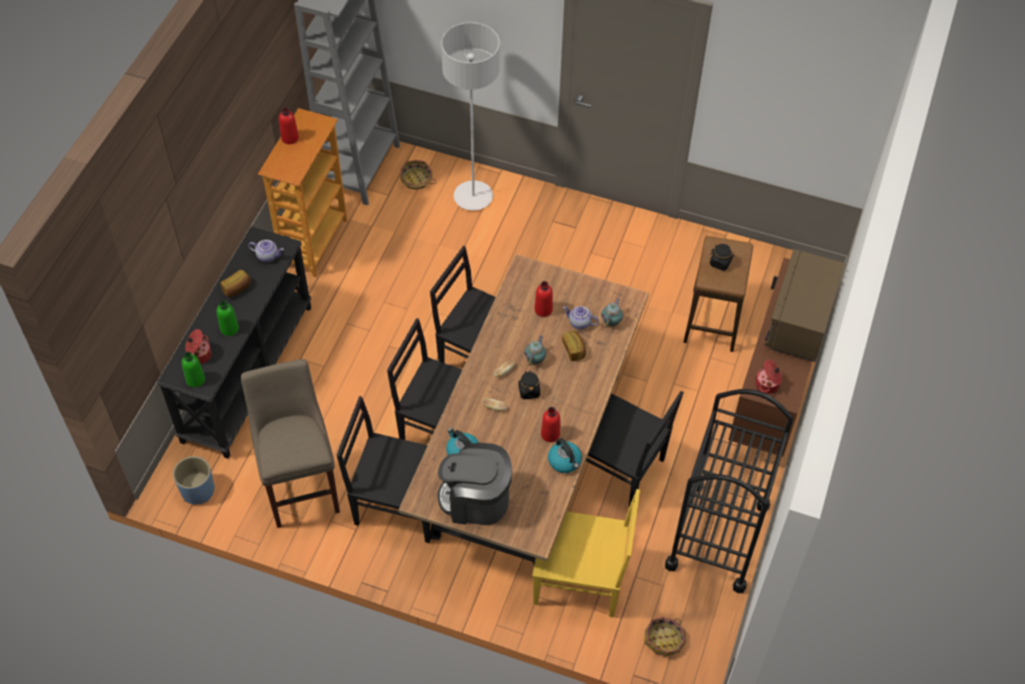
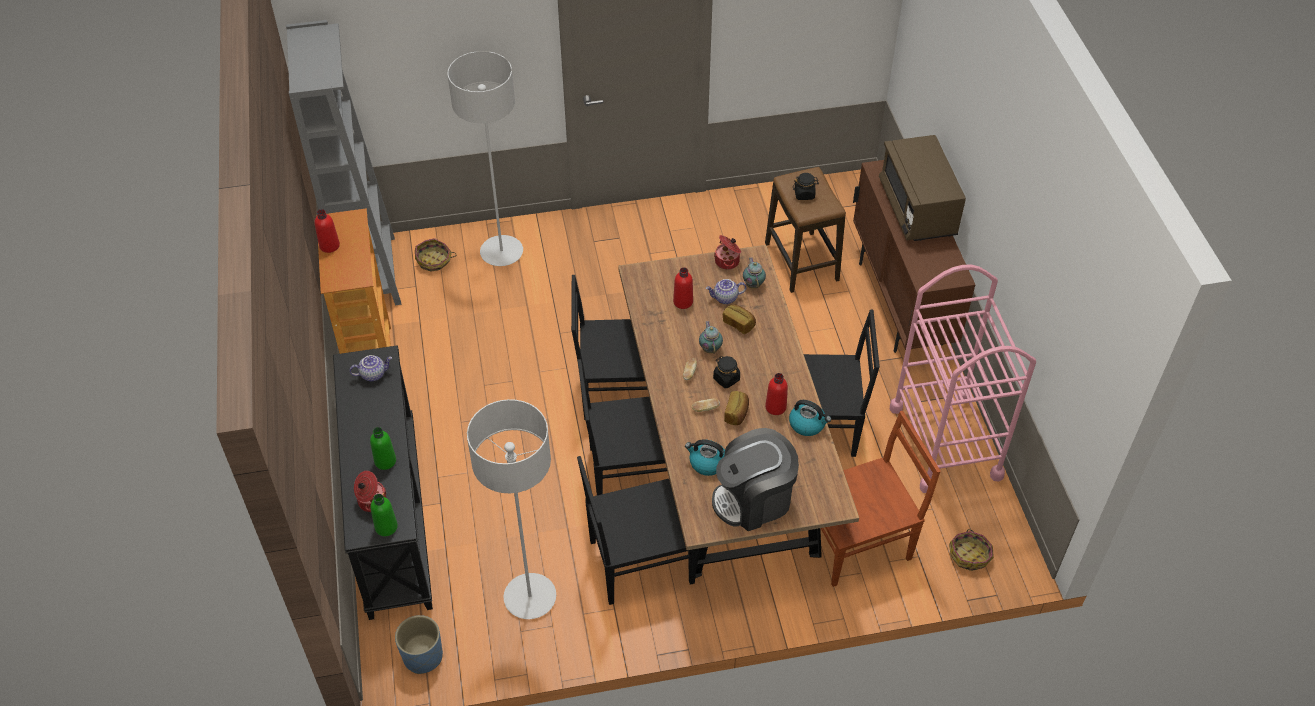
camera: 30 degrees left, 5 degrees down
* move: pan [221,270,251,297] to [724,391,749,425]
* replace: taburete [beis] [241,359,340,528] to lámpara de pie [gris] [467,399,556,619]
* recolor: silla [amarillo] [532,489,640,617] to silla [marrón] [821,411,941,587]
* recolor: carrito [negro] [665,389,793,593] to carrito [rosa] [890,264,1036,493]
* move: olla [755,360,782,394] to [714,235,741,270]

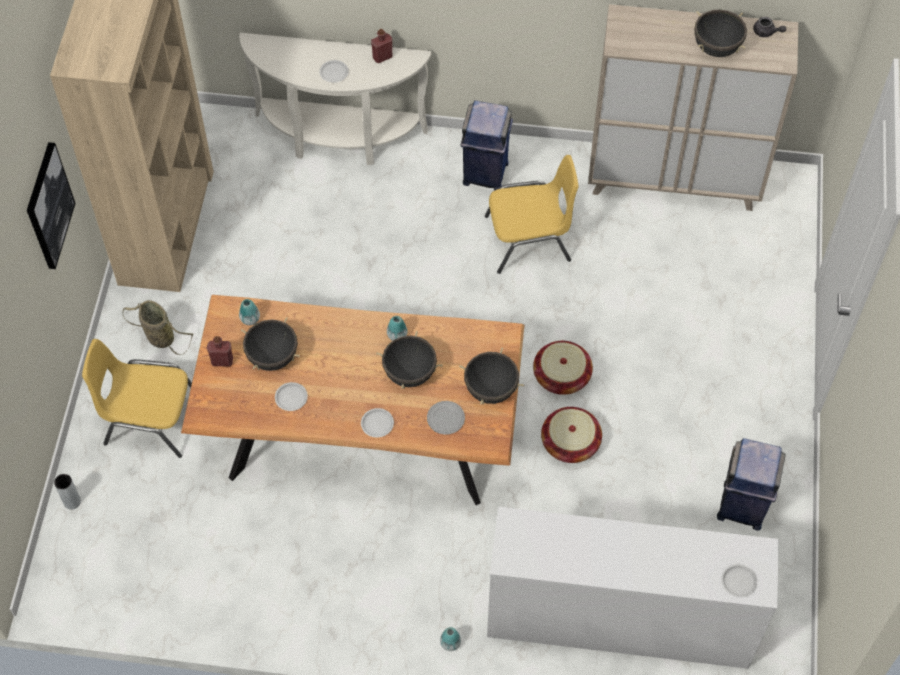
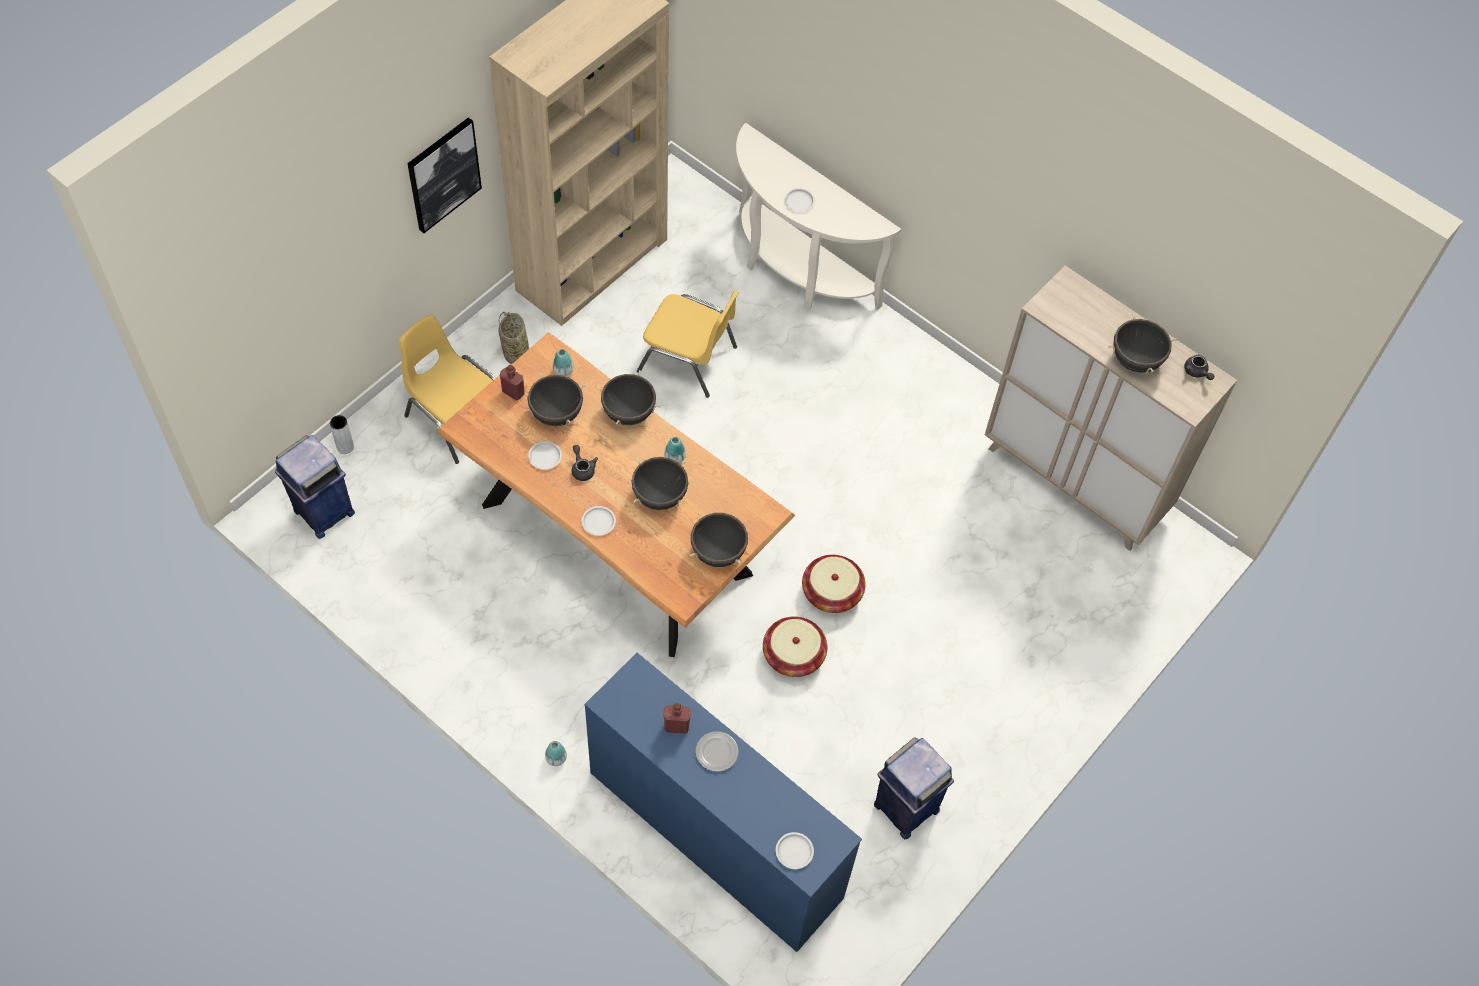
camera: 30 degrees right, 0 degrees up
* move: botella [rojo] [371,29,392,63] to [663,703,691,734]
* move: plato [427,401,465,435] to [696,731,738,772]
* move: papelera [azul] [460,101,513,191] to [275,435,355,539]
* move: silla [amarillo] [485,155,579,274] to [637,291,739,398]
* recolor: cómoda [blanco] [487,507,779,669] to cómoda [azul] [584,653,862,952]
* insert: tetera [gris] [571,445,598,481]
* insert: olla [negro] [596,370,661,426]

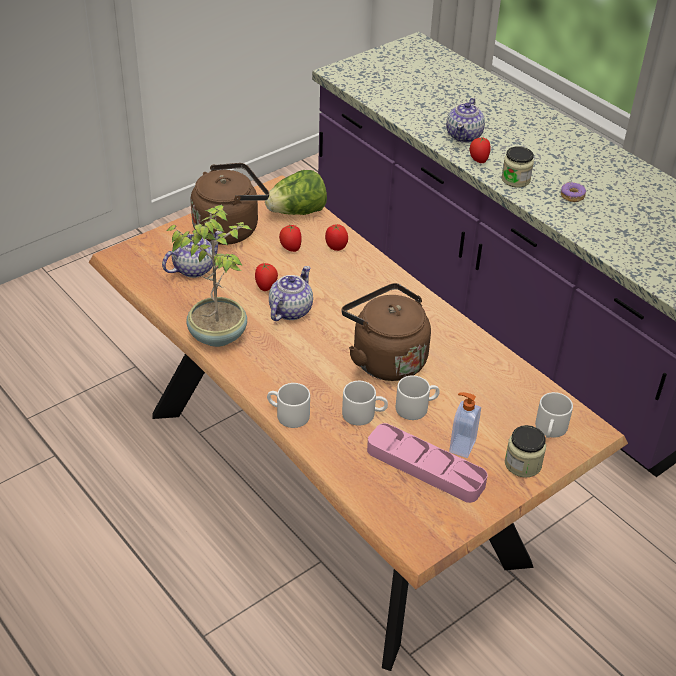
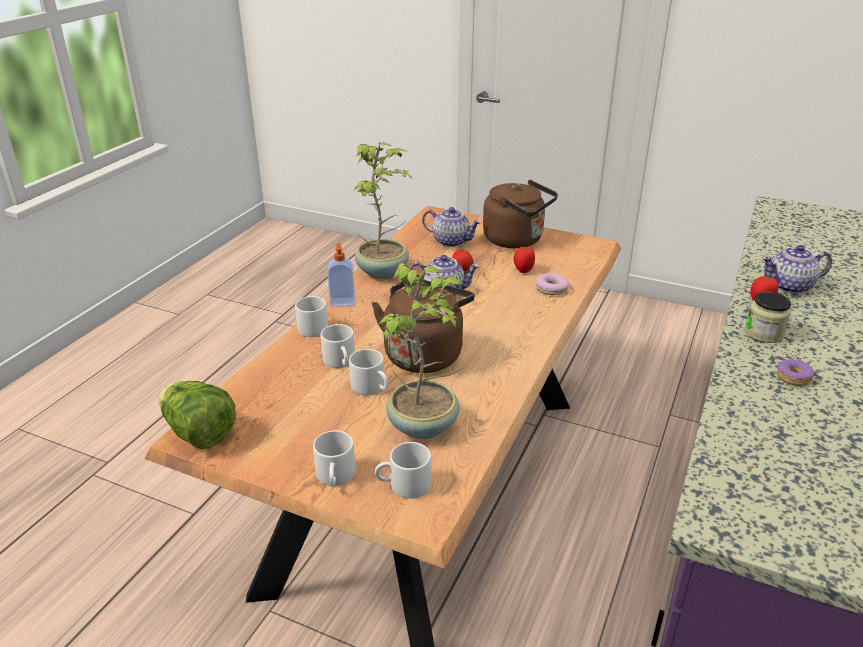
camera: 65 degrees right, 10 degrees down
* move: lechuga [265,170,327,215] to [158,381,236,449]
* replace: tomate [325,224,348,251] to rosquilla [536,273,569,295]
* delete: bandeja [rosa] [367,423,488,503]
* move: dispensador de jabón [449,392,481,458] to [327,243,355,307]
* replace: tarro [505,425,546,478] to taza grande [blanco] [313,430,355,487]
* insert: planta en maceta [376,263,464,439]

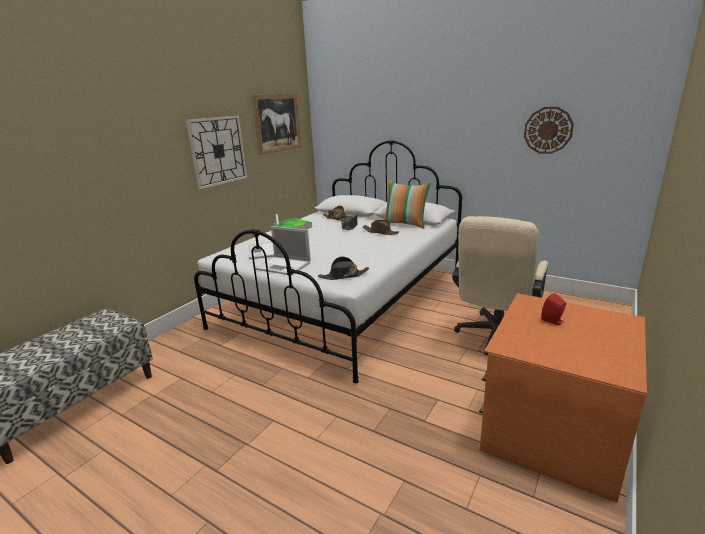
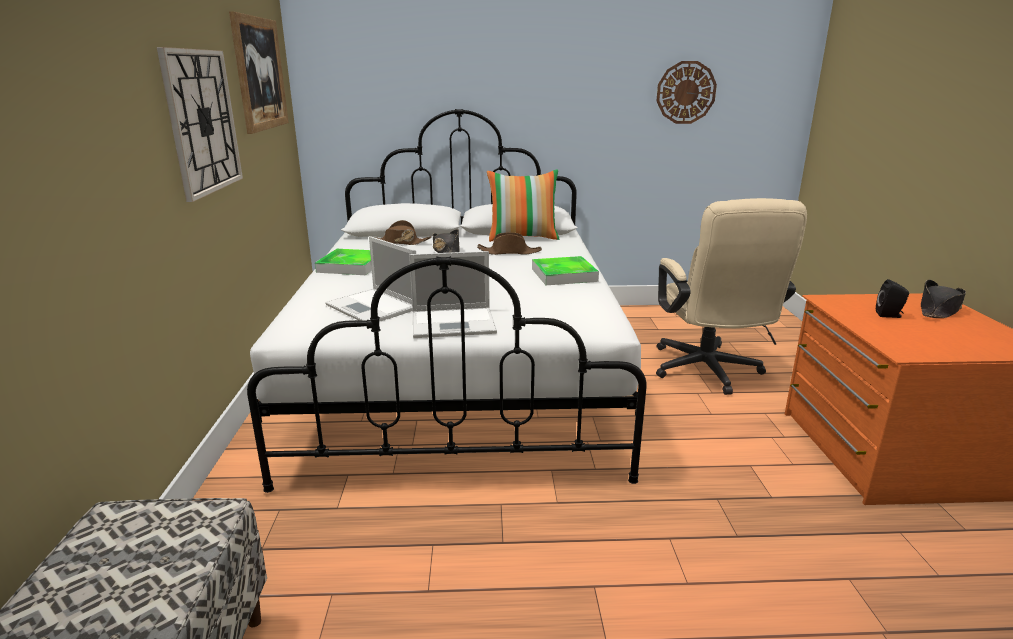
camera: 35 degrees left, 0 degrees up
* move: sombrero [negro] [318,257,369,280] to [921,280,966,318]
* recolor: altavoz [rojo] [541,293,566,325] to altavoz [negro] [876,279,909,318]
* insert: bandeja [532,256,599,285]

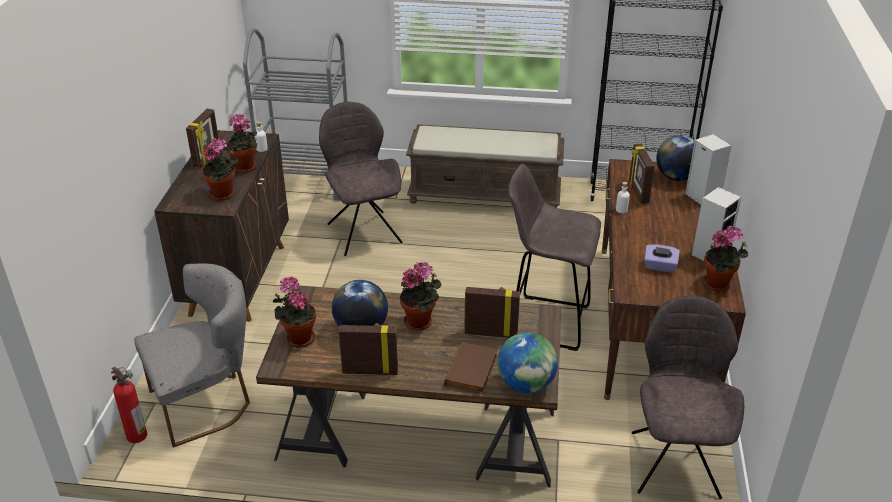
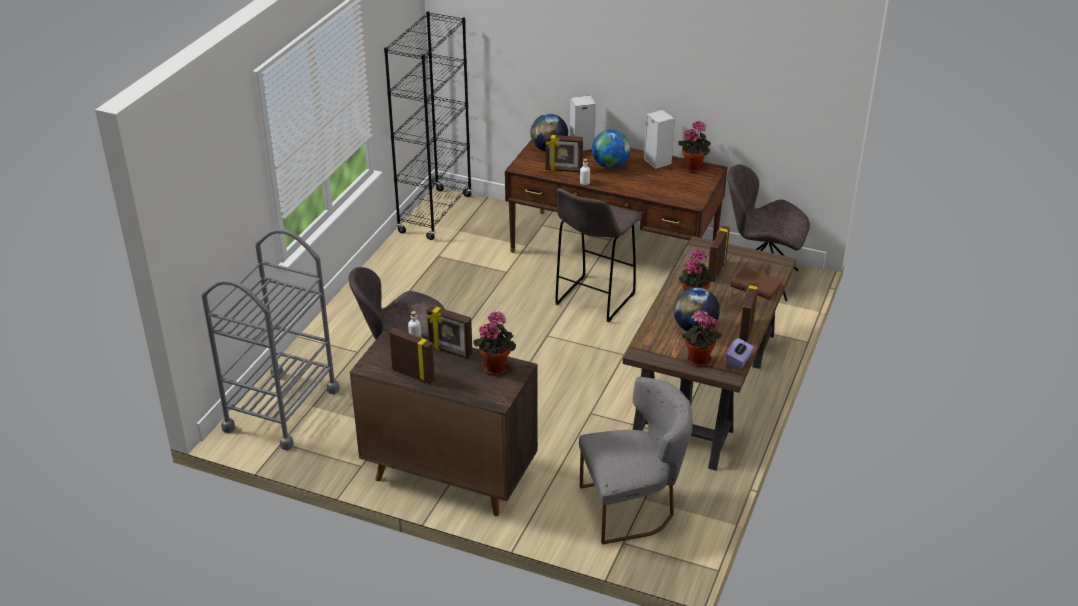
camera: 75 degrees left, 0 degrees up
* delete: extintor [111,367,147,443]
* rotate: silla [gris] [134,264,250,447] = [579,377,693,544] 90 degrees clockwise
* replace: planta en maceta [223,114,258,173] to portarretratos [426,305,473,359]
* delete: banco [marrón] [406,124,564,208]
* move: globo terráqueo [498,332,558,393] to [592,129,630,168]
* move: caja de pañuelos [morado] [644,244,680,272] to [726,338,754,369]

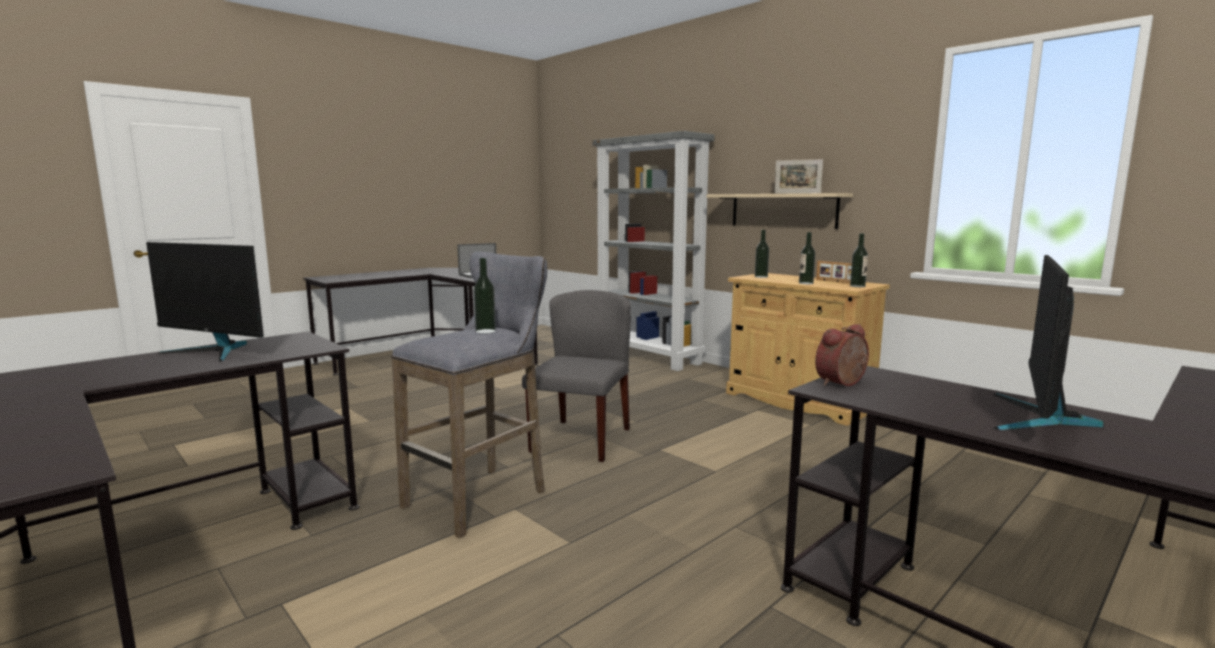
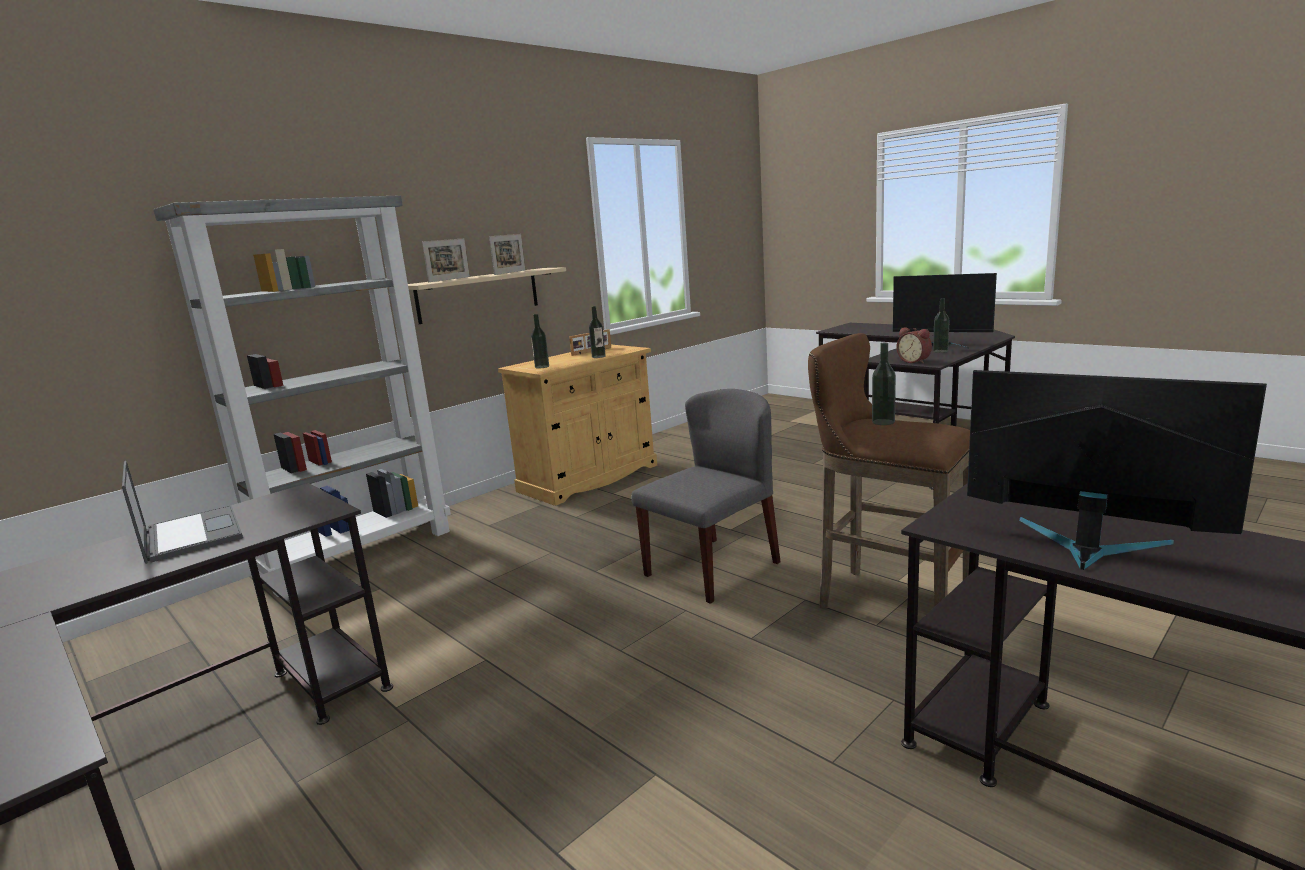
camera: 90 degrees left, 5 degrees up
* rotate: monitor [146,242,264,362] = [967,370,1267,570] 75 degrees counterclockwise
* recolor: taburete [gris] [391,252,547,538] to taburete [marrón] [808,333,970,642]
* rotate: silla [gris] [522,290,631,462] = [631,389,781,604] 120 degrees clockwise
* move: botella [850,233,868,287] to [933,298,950,353]
* insert: portarretratos [422,238,470,282]

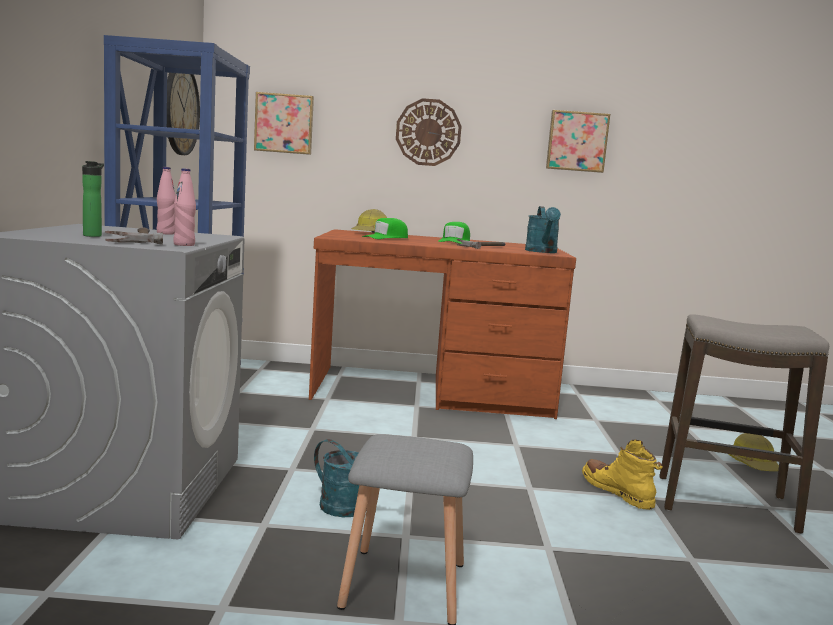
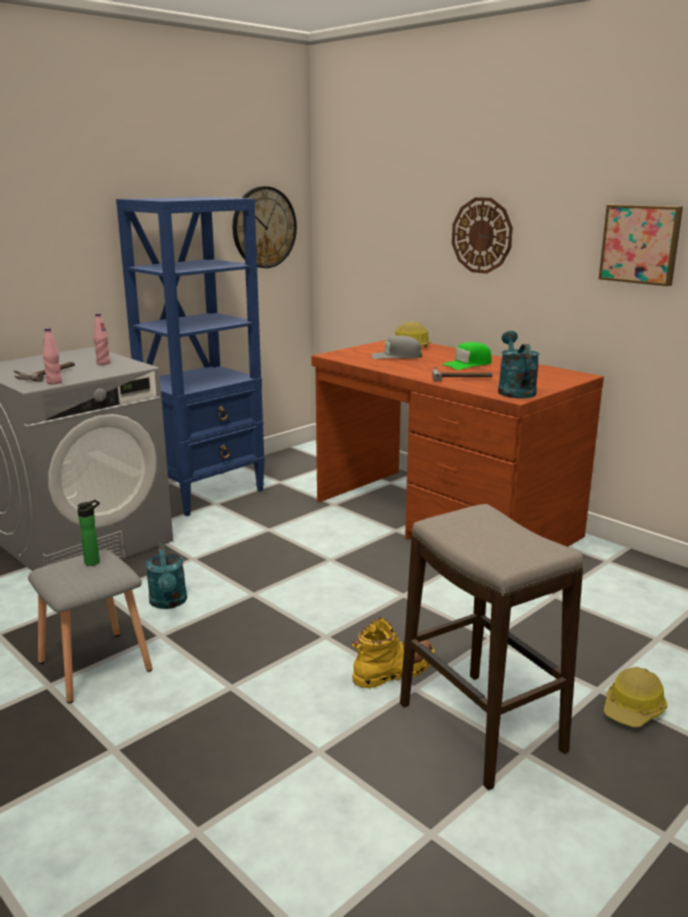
camera: 45 degrees right, 10 degrees up
* move: botella [82,161,104,237] to [77,500,100,566]
* delete: cuadro [254,92,314,155]
* recolor: gorra [verde] [362,218,408,239] to gorra [gris] [372,335,422,359]
* rotate: regadera [turquesa] [525,206,561,253] = [498,331,540,399] 135 degrees clockwise
* rotate: bota [amarillo] [582,440,663,510] = [351,618,435,689] 45 degrees clockwise

